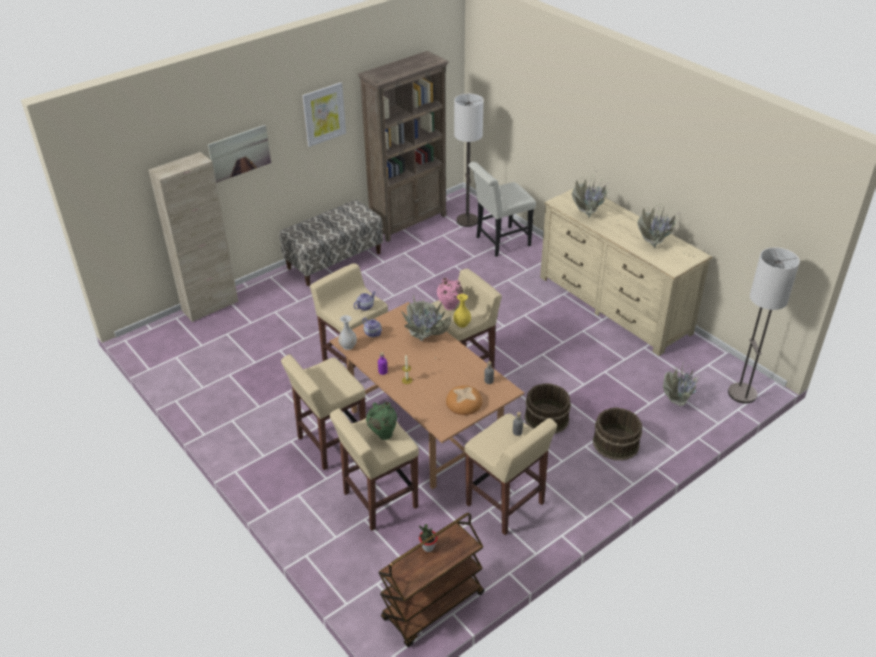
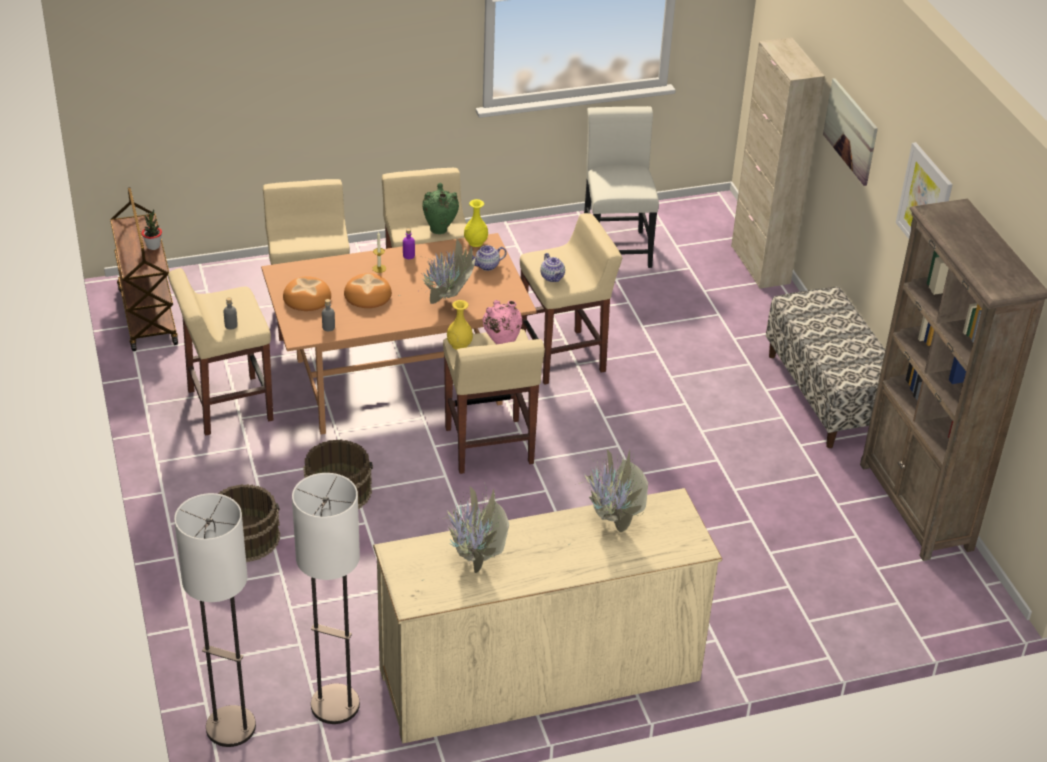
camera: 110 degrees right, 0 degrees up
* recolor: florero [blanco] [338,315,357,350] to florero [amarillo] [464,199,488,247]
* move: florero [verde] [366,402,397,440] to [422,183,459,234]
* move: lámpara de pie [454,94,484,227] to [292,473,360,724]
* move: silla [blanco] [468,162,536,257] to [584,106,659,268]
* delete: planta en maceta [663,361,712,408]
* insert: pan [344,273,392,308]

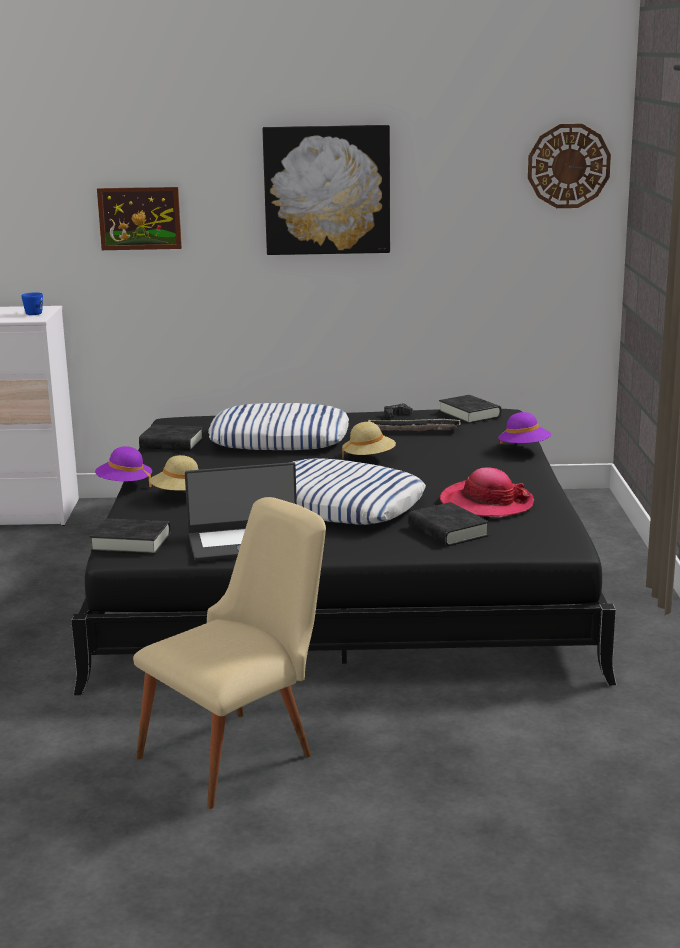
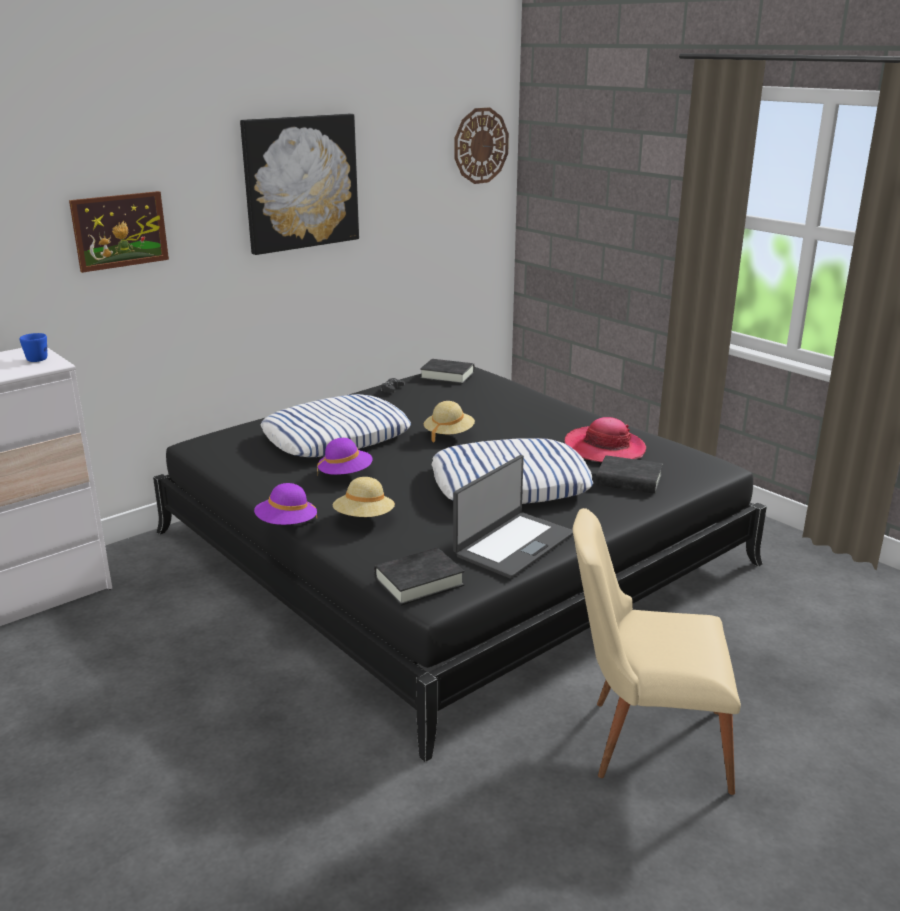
camera: 40 degrees left, 5 degrees up
* rotate: silla [beis] [133,497,326,809] = [573,508,741,795] 90 degrees counterclockwise
* delete: libro [negro] [139,424,203,451]
* delete: bandeja [368,419,460,431]
* move: sombrero [morado] [498,412,551,445] to [317,438,372,475]

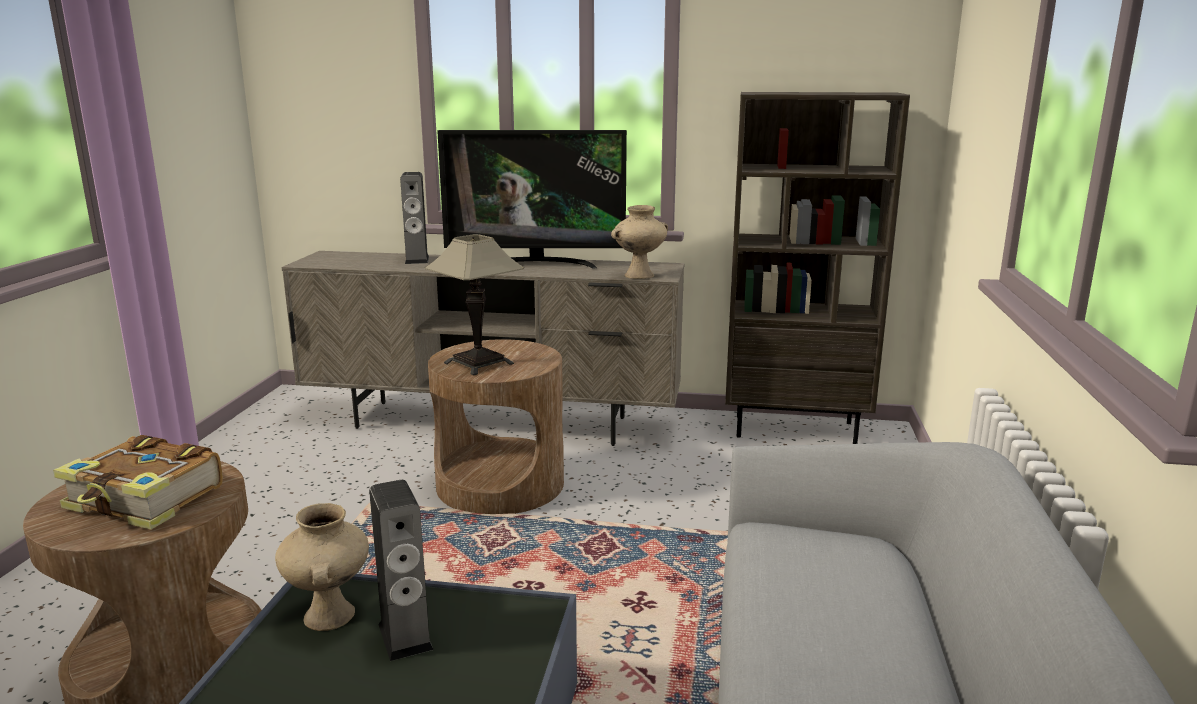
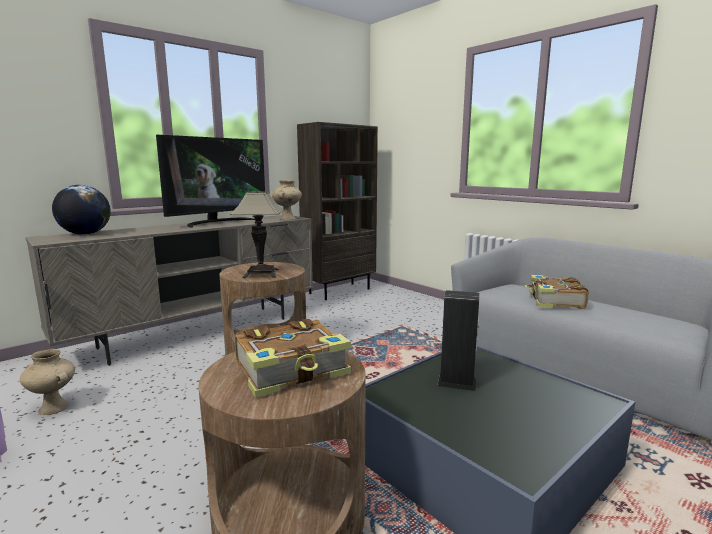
camera: 50 degrees left, 5 degrees down
* move: florero [beis] [275,503,369,631] to [20,349,75,415]
* delete: altavoz [400,172,429,264]
* insert: globo terráqueo [52,185,111,235]
* insert: libro [524,275,589,309]

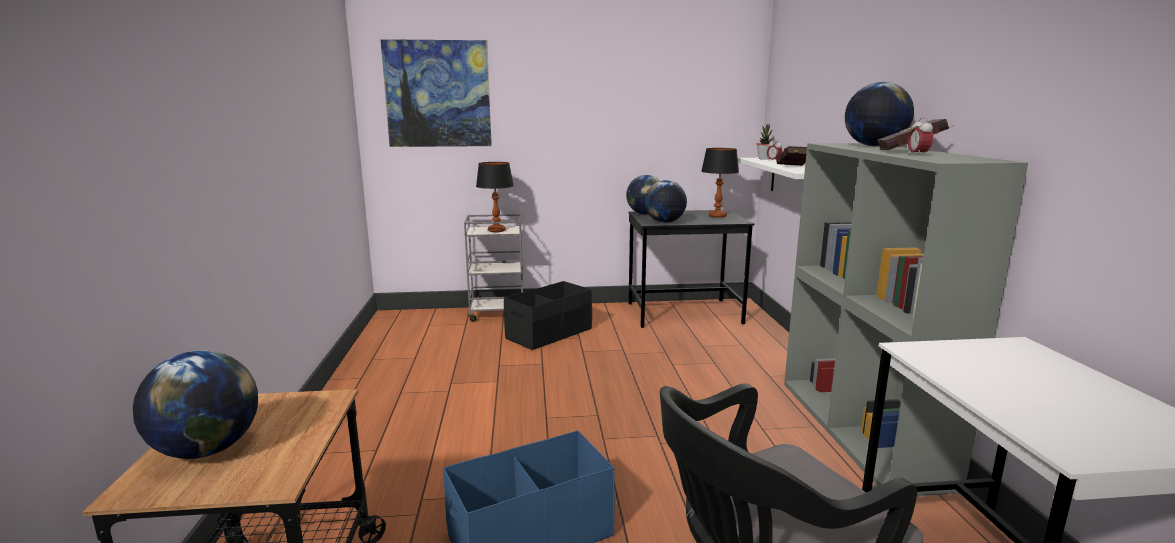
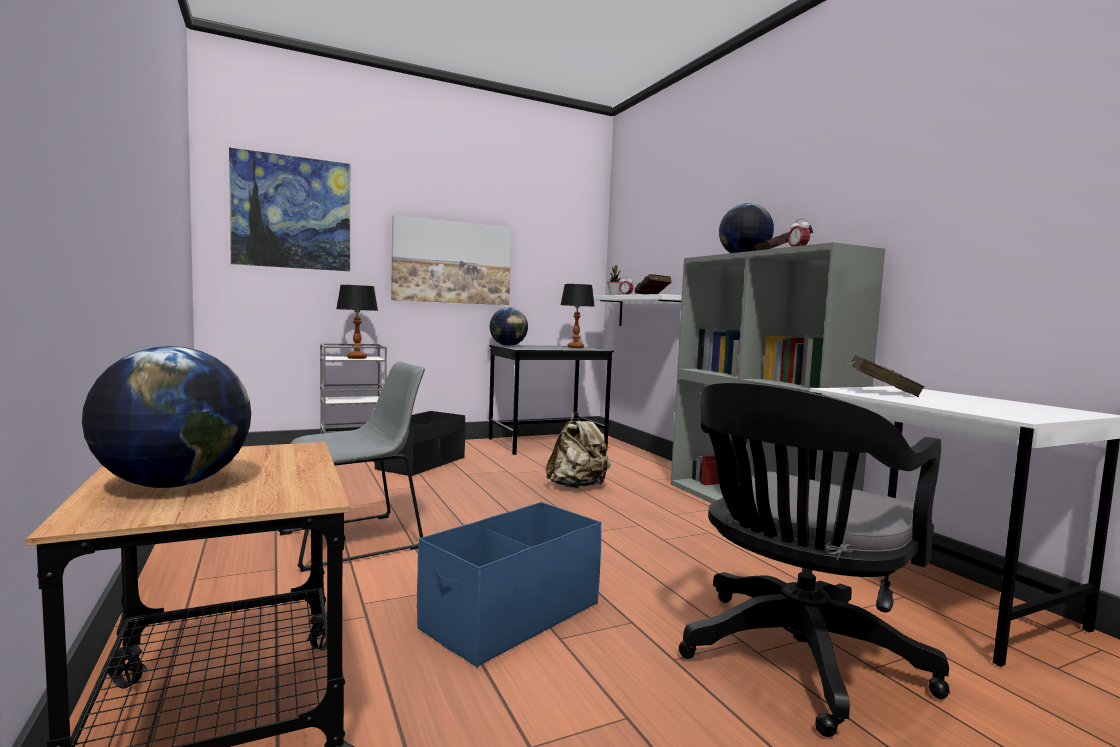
camera: 20 degrees left, 10 degrees down
* delete: globo terráqueo [644,180,687,223]
* insert: silla [gris] [278,361,425,572]
* insert: cuadro [391,215,512,305]
* insert: mochila [beis] [546,412,611,488]
* insert: libro [rojo] [844,355,925,397]

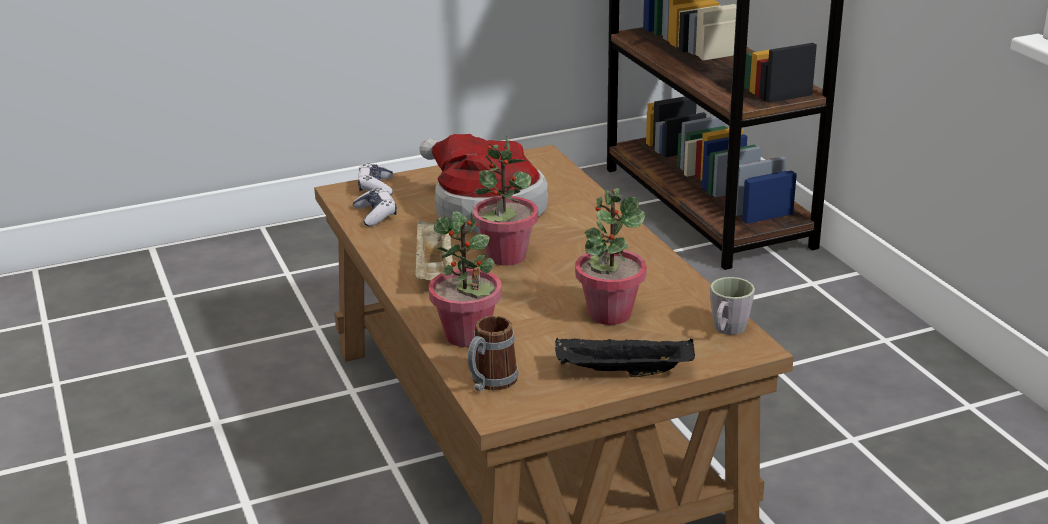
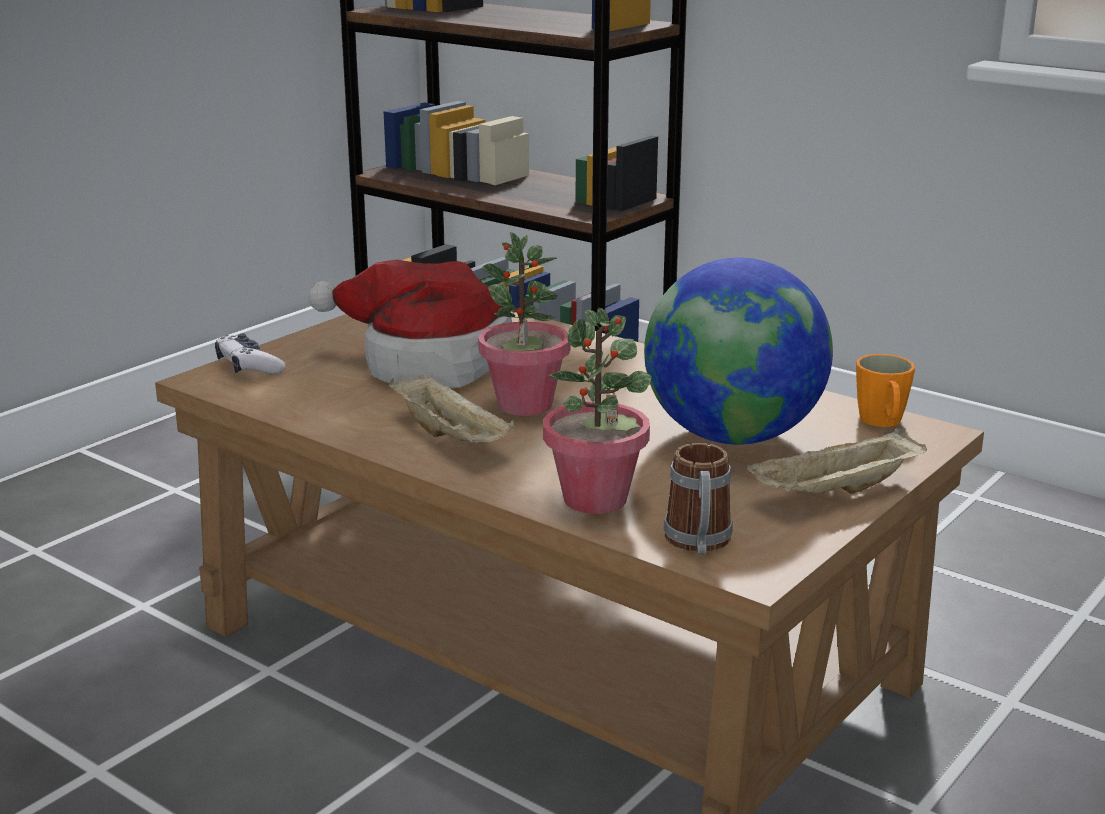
camera: 30 degrees left, 5 degrees down
* delete: mando de consola [353,188,397,226]
* recolor: bandeja [negro] [555,338,695,377] to bandeja [beis] [747,428,927,494]
* replace: planta en maceta [575,188,647,325] to globo terráqueo [644,257,833,445]
* recolor: taza grande [gris] [710,277,755,335] to taza grande [naranja] [856,354,915,427]

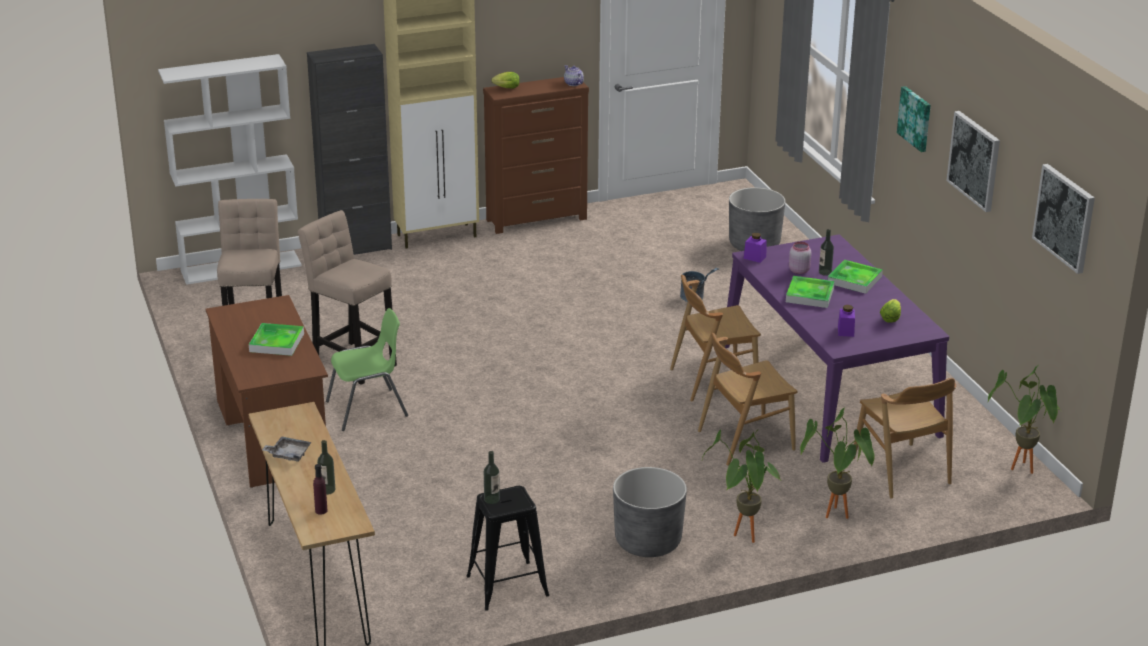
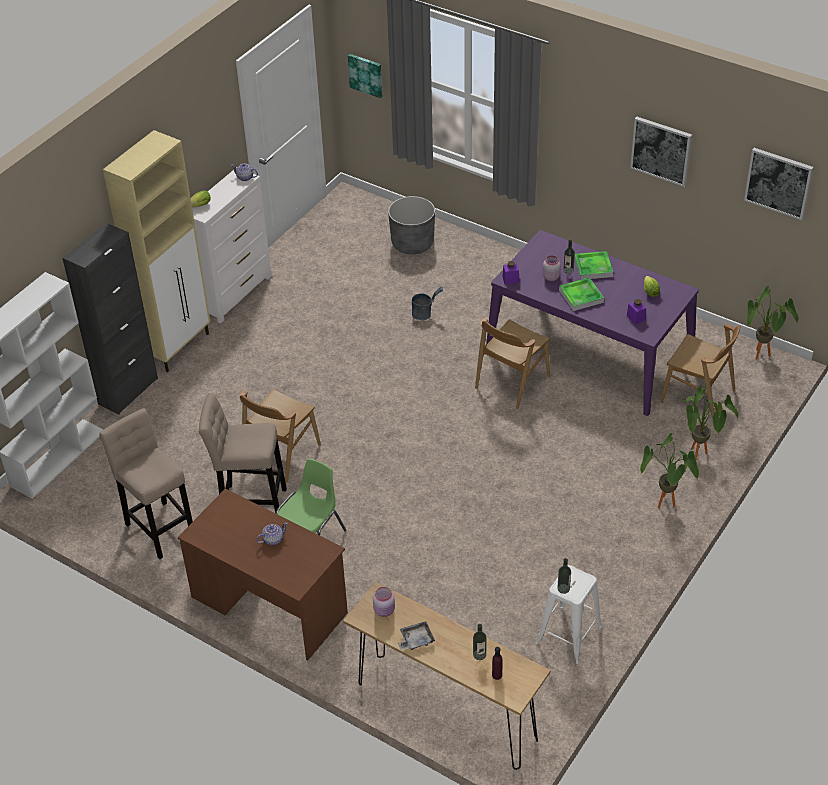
camera: 35 degrees left, 15 degrees up
* replace: bandeja [249,323,304,356] to tetera [256,522,288,545]
* recolor: taburete [negro] [466,486,549,611] to taburete [blanco] [536,565,603,664]
* recolor: cómoda [marrón] [483,77,589,234] to cómoda [blanco] [192,167,272,323]
* delete: maceta [gris] [613,467,687,557]
* move: silla [marrón] [698,333,798,466] to [239,389,321,482]
* move: cuadro [897,86,931,152] to [348,54,382,98]
* insert: tarro [rosa] [373,587,395,617]

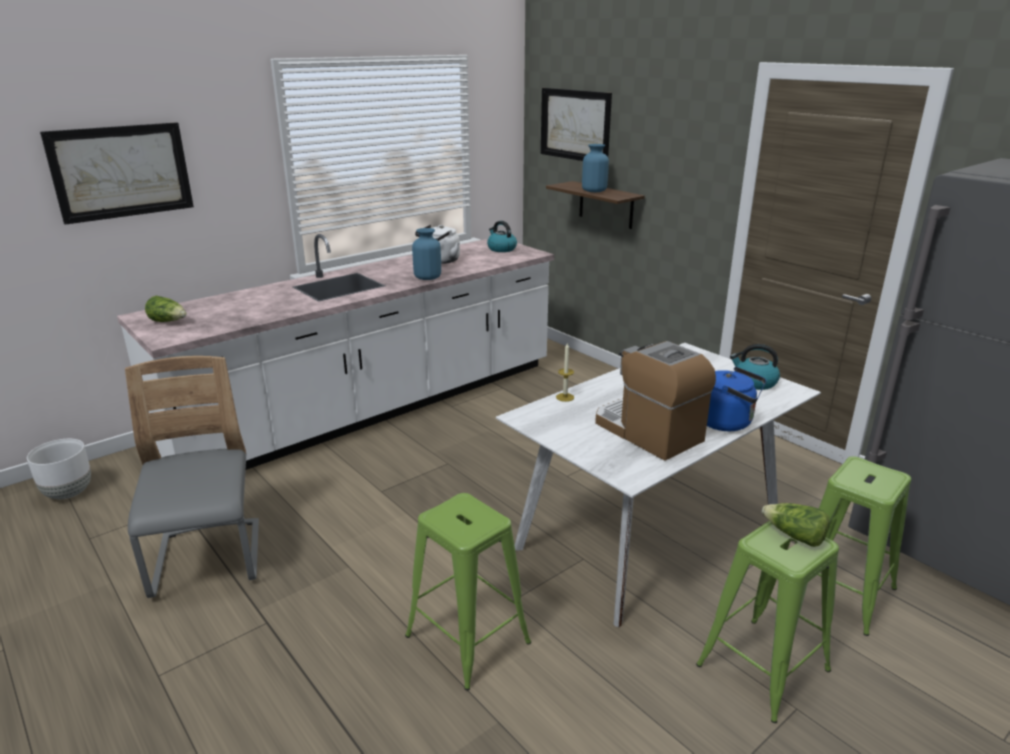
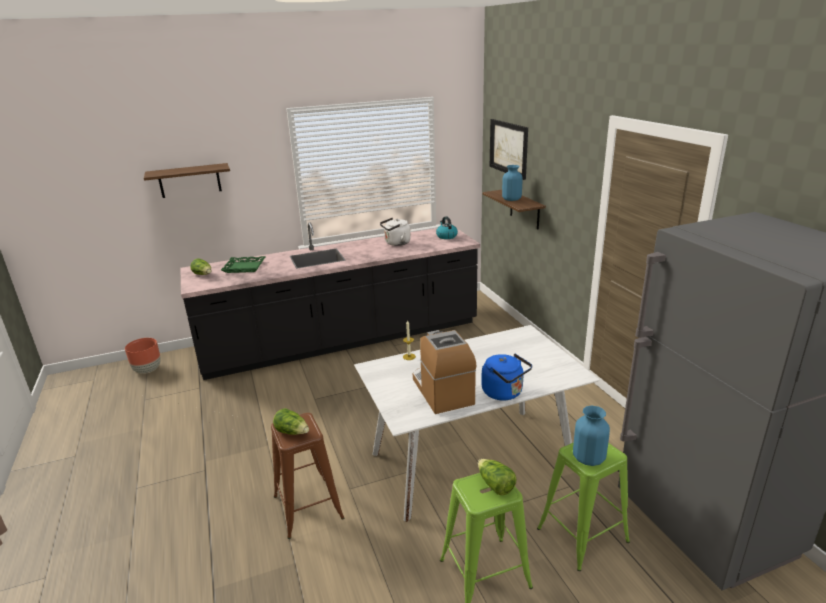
camera: 20 degrees right, 0 degrees up
* recolor: maceta [blanco] [27,439,91,499] to maceta [marrón] [125,338,161,374]
* replace: cuadro [40,122,194,225] to estante [144,163,230,198]
* recolor: mueble bajo de cocina [blanco] [117,234,554,470] to mueble bajo de cocina [negro] [180,222,480,380]
* delete: silla [gris] [125,356,259,598]
* recolor: taburete [verde] [405,493,531,691] to taburete [marrón] [271,413,345,539]
* move: florero [azul] [412,228,441,280] to [573,406,610,466]
* delete: hervidor [730,344,780,390]
* insert: bandeja [verde] [221,256,265,273]
* insert: lechuga [273,408,309,435]

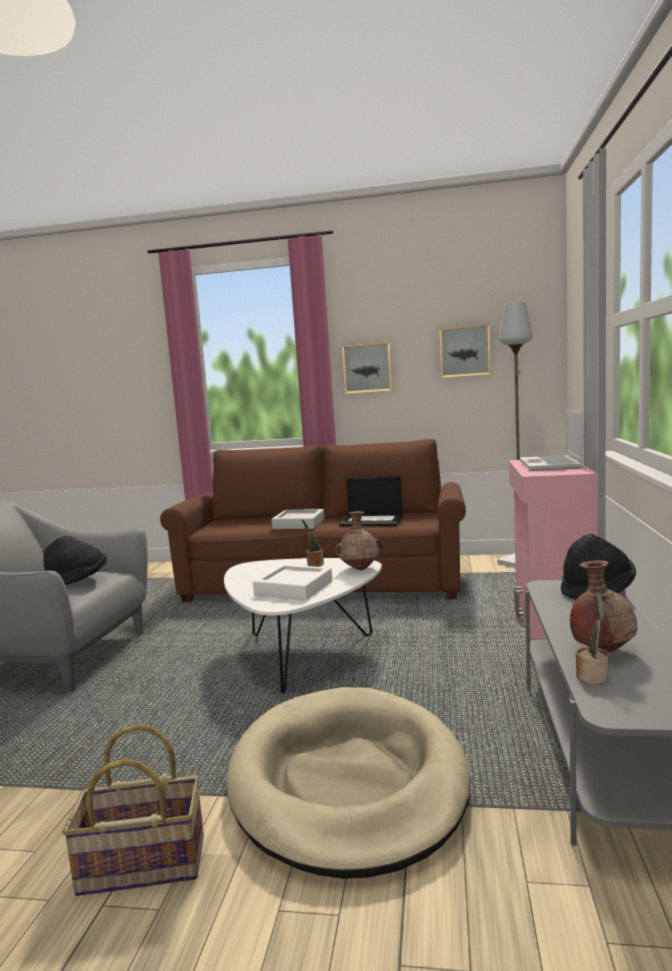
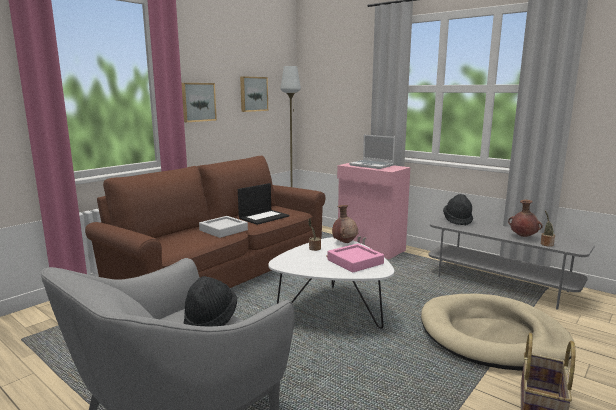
camera: 60 degrees left, 5 degrees up
* recolor: bandeja [blanco] [253,564,332,600] to bandeja [rosa] [327,243,384,272]

